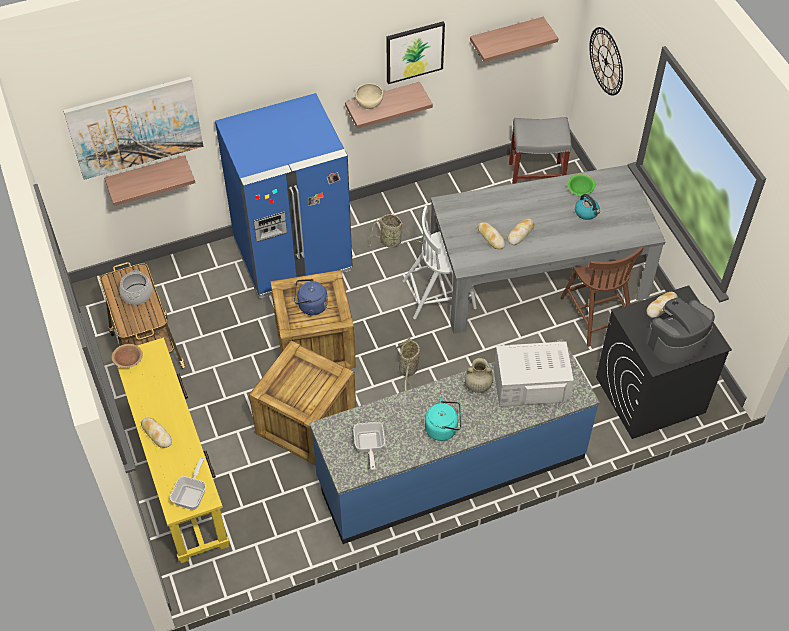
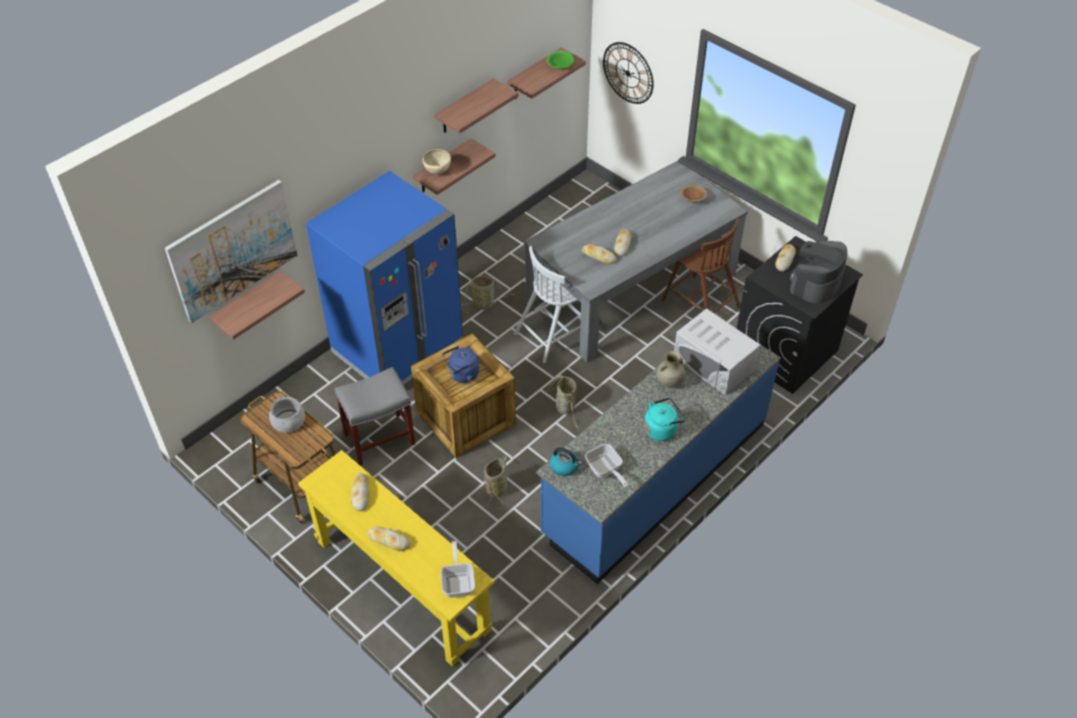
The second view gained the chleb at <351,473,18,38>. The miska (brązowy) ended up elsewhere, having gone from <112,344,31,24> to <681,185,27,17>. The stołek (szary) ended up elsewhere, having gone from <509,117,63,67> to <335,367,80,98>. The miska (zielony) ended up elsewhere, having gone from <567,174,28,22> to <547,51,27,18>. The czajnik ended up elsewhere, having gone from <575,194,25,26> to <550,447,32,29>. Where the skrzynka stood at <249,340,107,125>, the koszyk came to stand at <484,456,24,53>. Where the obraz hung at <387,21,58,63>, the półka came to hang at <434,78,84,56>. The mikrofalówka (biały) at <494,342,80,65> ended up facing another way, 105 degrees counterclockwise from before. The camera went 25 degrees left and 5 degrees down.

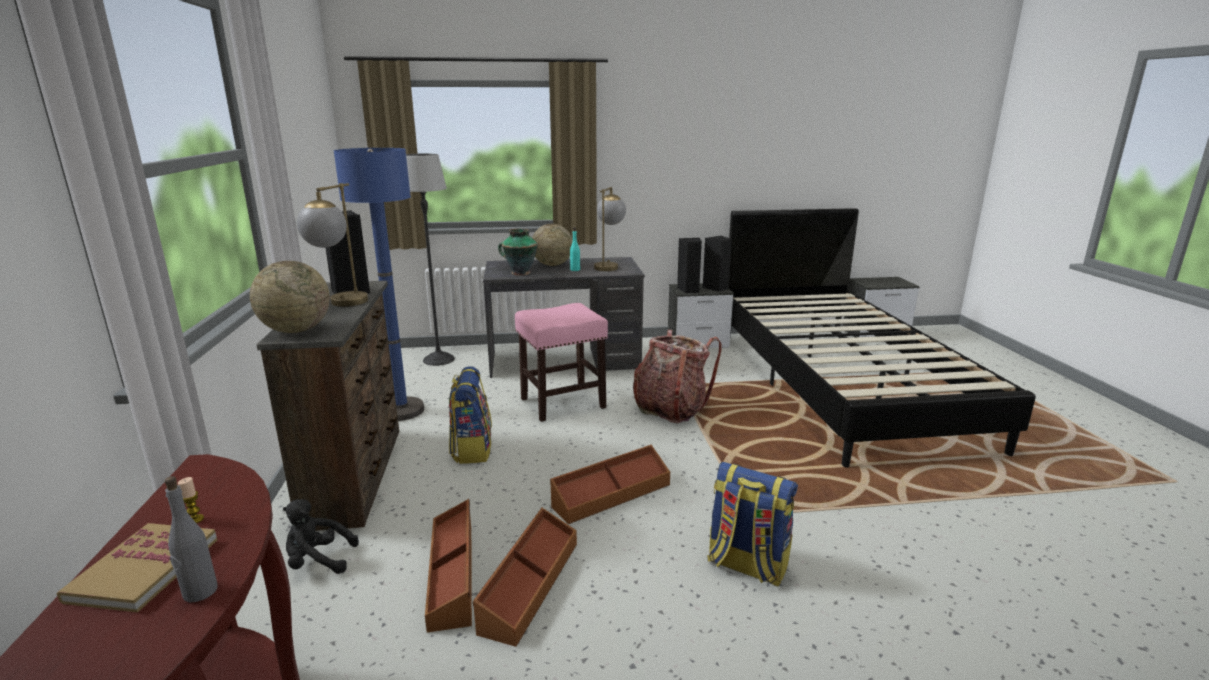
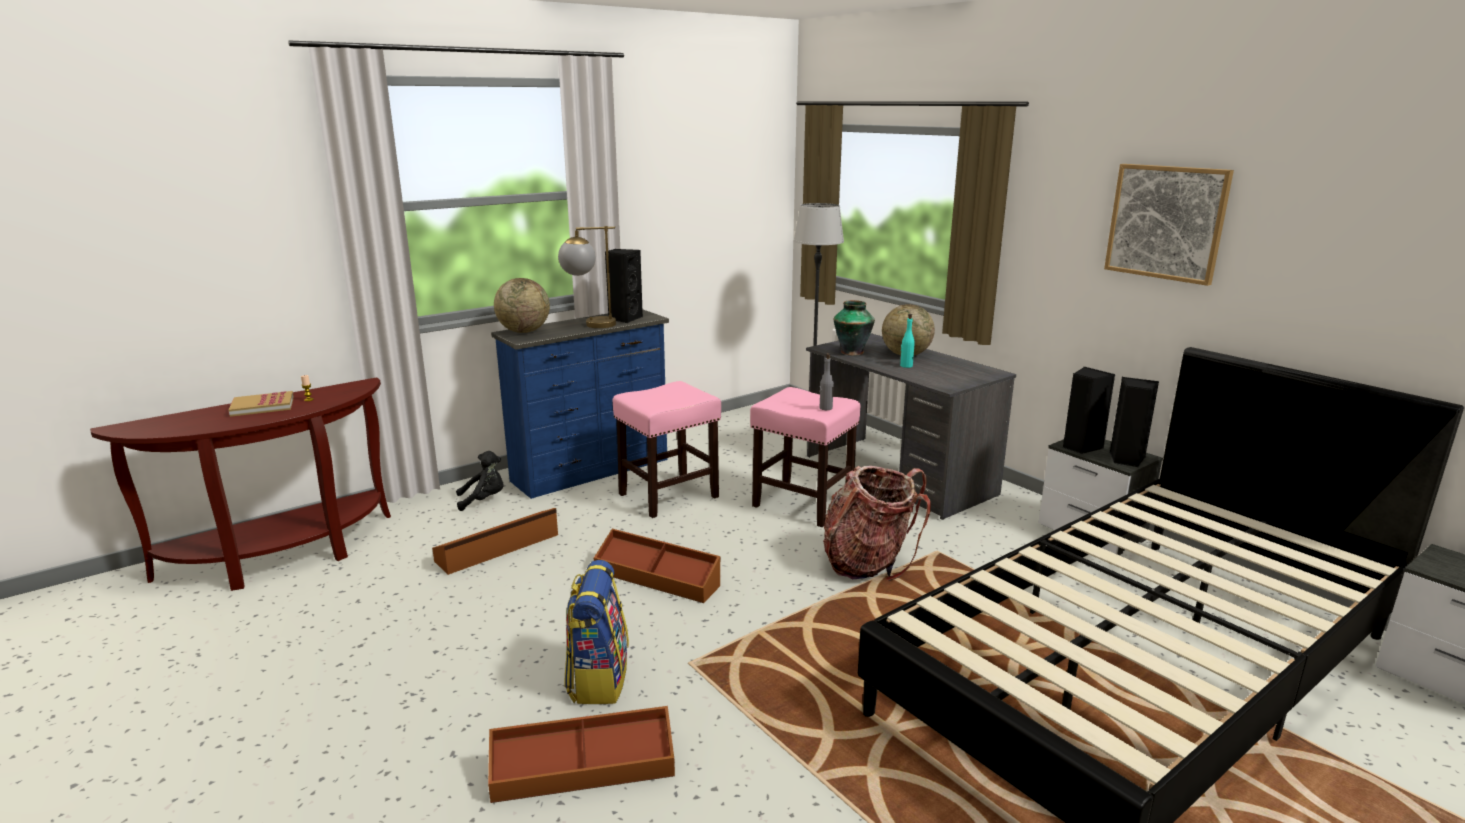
The second view lost the lampa stojąca (niebieski) at <334,148,90,273>. The second view lost the lampa stołowa at <594,187,32,84>. The second view gained the obraz at <1104,164,130,122>. The butelka (szary) ended up elsewhere, having gone from <164,476,54,127> to <820,353,14,57>. The pojemnik do przechowywania (brązowy) ended up elsewhere, having gone from <473,508,104,139> to <488,706,187,97>. Where the plecak stood at <449,366,43,98>, the stołek (różowy) came to stand at <613,381,108,137>. What was the komoda (brązowy) at <256,281,143,250> turned into the komoda (niebieski) at <491,309,178,190>. The pluszak (czarny) at <283,499,76,75> ended up facing another way, 105 degrees clockwise from before. The camera went 60 degrees right and 0 degrees up.

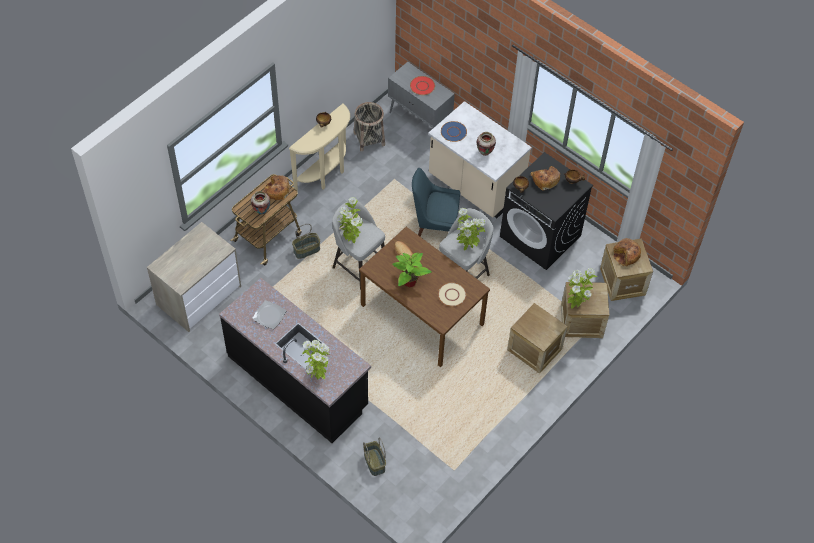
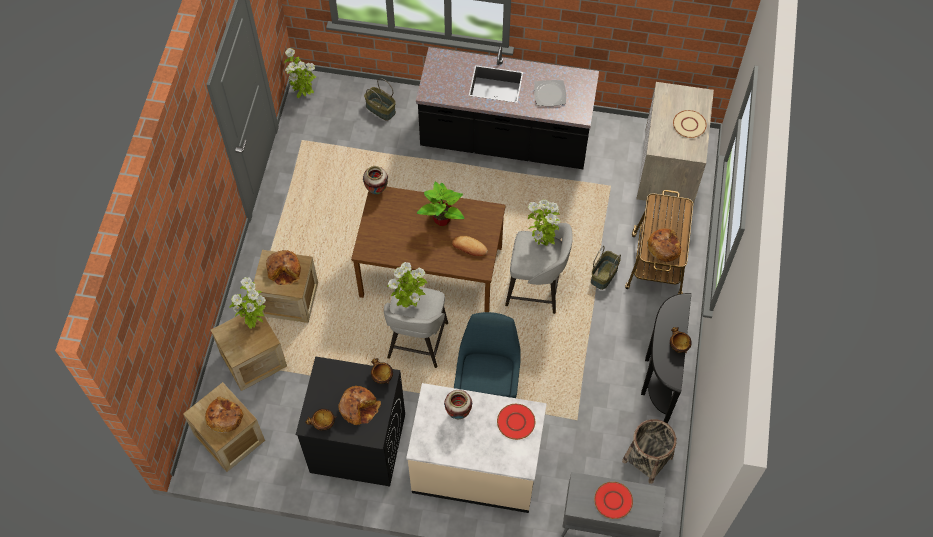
The second view gained the chleb at <266,250,35,35>. The wazon ended up elsewhere, having gone from <251,191,19,24> to <363,166,25,29>. The roślina doniczkowa ended up elsewhere, having gone from <302,340,29,39> to <284,48,32,50>. The talerz (beżowy) ended up elsewhere, having gone from <438,283,28,23> to <673,110,34,28>. What was the stolik konsolowy (beżowy) at <289,103,61,88> turned into the stolik konsolowy (czarny) at <641,293,50,131>. What was the talerz (niebieski) at <441,121,26,21> turned into the talerz (czerwony) at <497,404,38,36>. The krzesło (niebieski) at <412,168,48,68> ended up facing another way, 60 degrees counterclockwise from before. The camera went 150 degrees right and 5 degrees up.

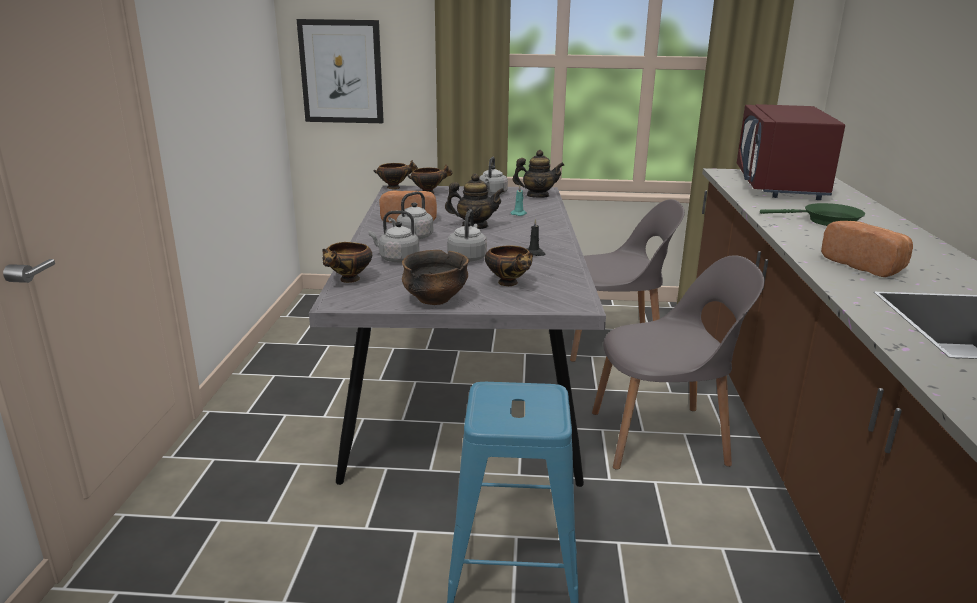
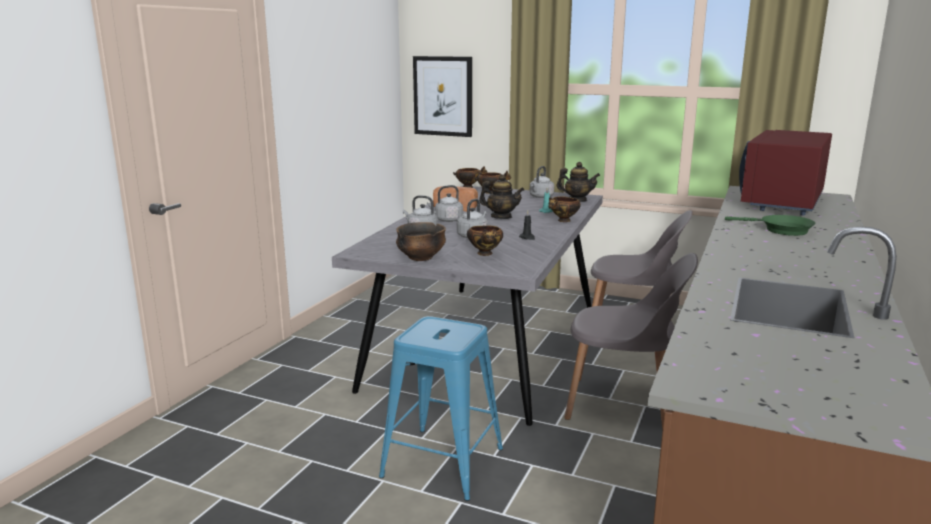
The second view lost the chleb at <821,221,92,56>. The miska ended up elsewhere, having gone from <322,242,50,41> to <548,196,33,26>. The camera went 20 degrees right and 5 degrees down.

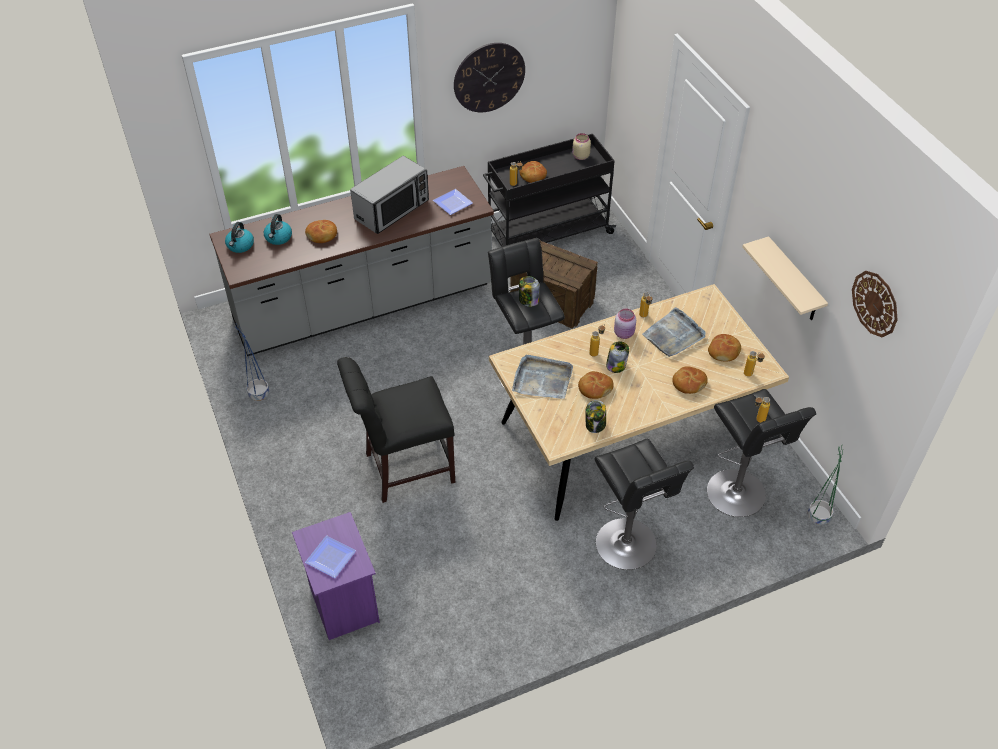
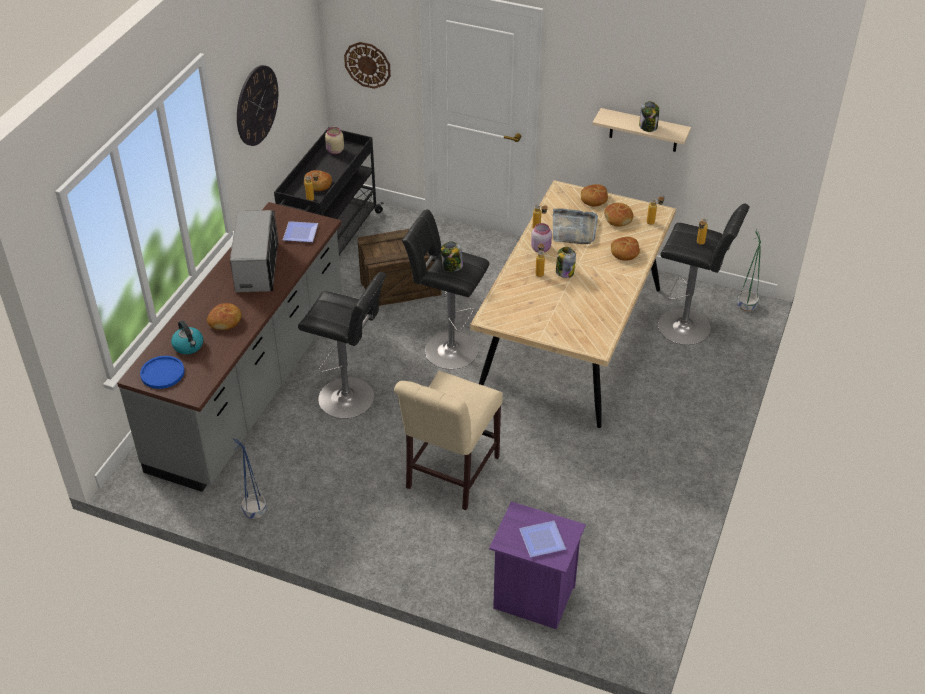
The second view lost the taca (szary) at <512,355,61,44>. The chleb ended up elsewhere, having gone from <578,371,36,28> to <581,184,27,22>. The słoik ended up elsewhere, having gone from <585,400,21,33> to <639,101,20,31>. The stołek (czarny) ended up elsewhere, having gone from <594,438,100,132> to <298,272,89,147>. The zegar ścienny ended up elsewhere, having gone from <852,271,46,66> to <344,42,47,47>. Where the czajnik stood at <225,222,29,31>, the talerz (niebieski) came to stand at <140,356,44,33>. What was the krzesło (czarny) at <337,357,118,146> turned into the krzesło (beżowy) at <394,371,109,139>. The camera went 45 degrees left and 5 degrees down.

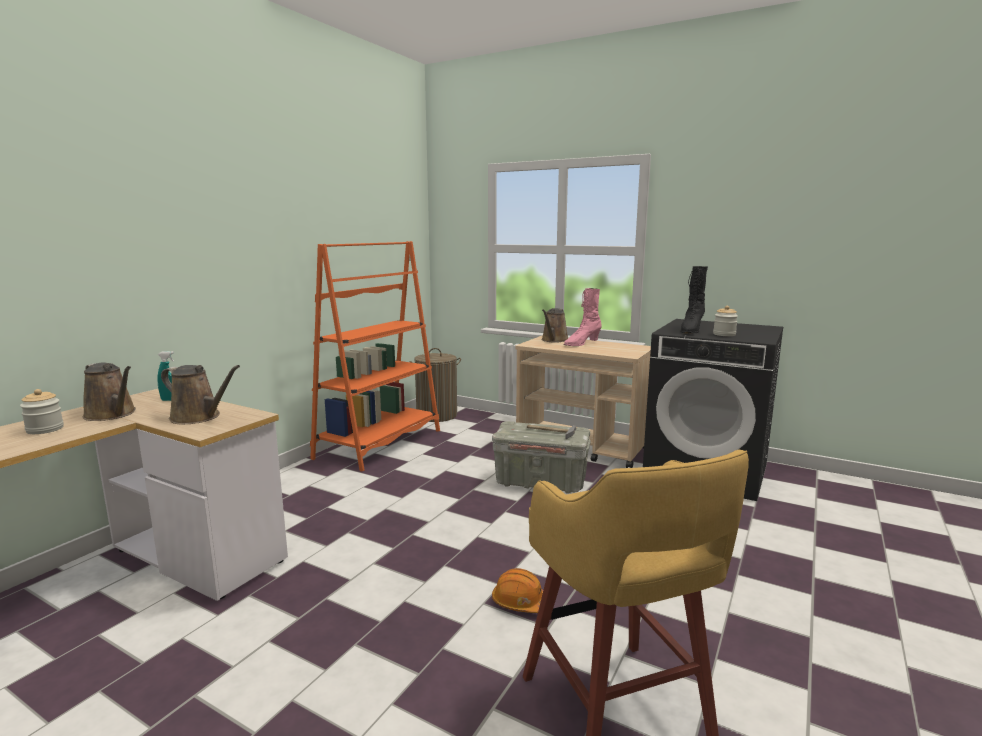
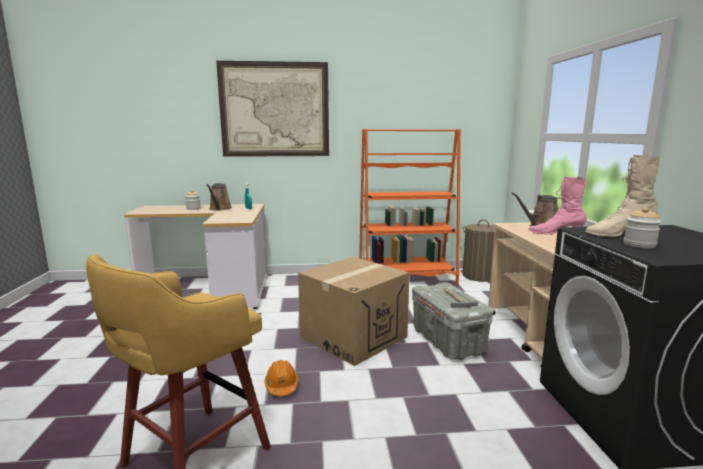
The second view lost the konewka (brązowy) at <161,365,79,59>. The second view gained the obraz at <216,61,113,96>. The second view gained the karton at <298,257,112,109>. What was the but z cholewką (czarny) at <681,266,27,68> turned into the but z cholewką (beżowy) at <585,155,75,82>. The camera went 55 degrees right and 0 degrees up.

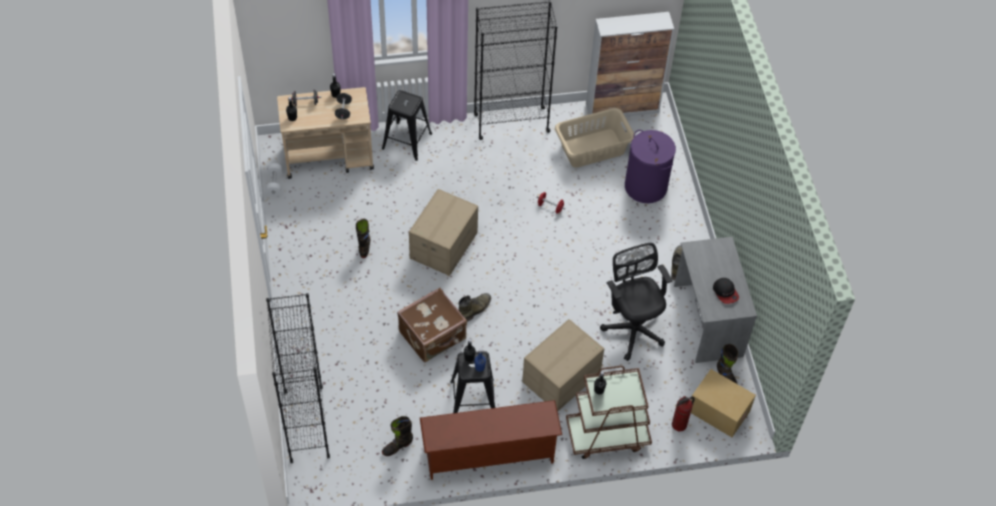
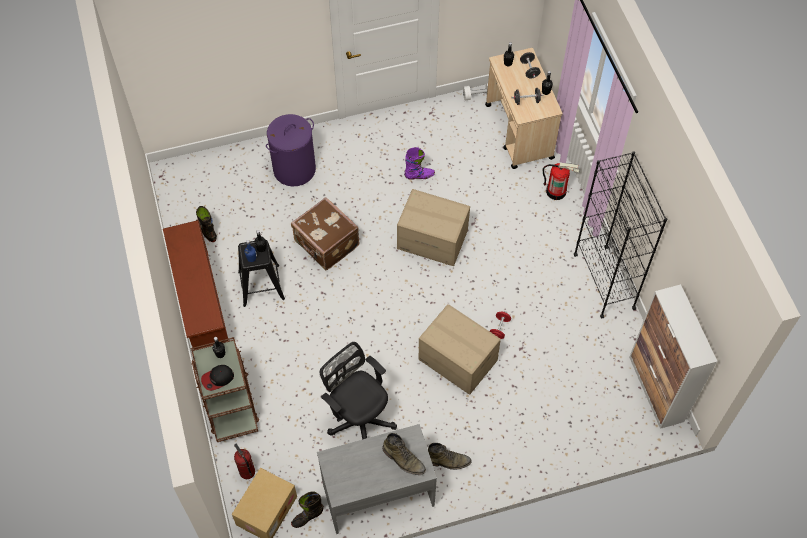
The second view lost the regał (czarny) at <266,293,64,170>. The second view lost the kosz na pranie (beżowy) at <555,108,79,60>. The but z cholewką (zielony) ended up elsewhere, having gone from <459,293,32,29> to <382,433,44,42>. The karton ended up elsewhere, having gone from <522,319,82,92> to <419,304,82,91>. The kosz na pranie (fioletowy) ended up elsewhere, having gone from <625,130,51,73> to <266,114,50,72>. The czapka z daszkiem ended up elsewhere, having gone from <713,278,26,26> to <201,365,33,26>. Where the stołek (czarny) stood at <382,90,50,71>, the gaśnica came to stand at <543,163,37,37>. What was the but z cholewką (czarny) at <356,219,15,39> turned into the but z cholewką (fioletowy) at <404,147,31,33>. The krzesło biurowe (czarny) at <600,243,72,118> ended up facing another way, 105 degrees counterclockwise from before. The camera went 85 degrees right and 5 degrees up.

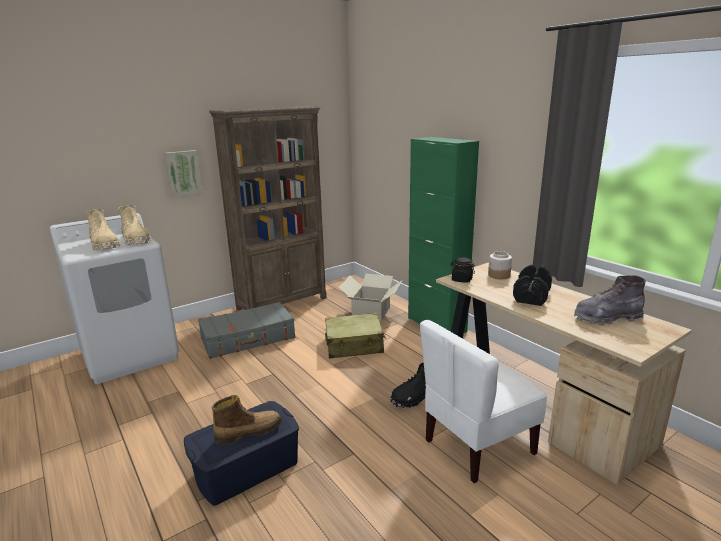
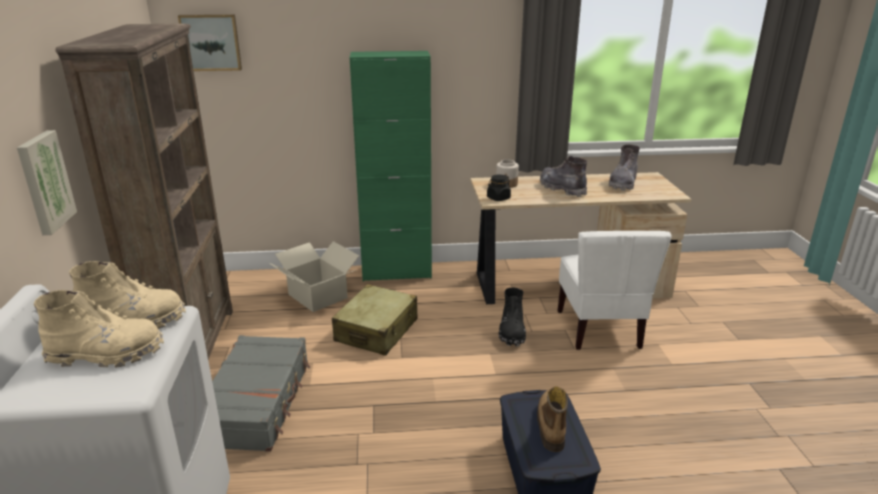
The second view gained the obraz at <178,14,64,57>. Where the hantel (czarny) stood at <513,264,39,42>, the but z cholewką (szary) came to stand at <540,156,47,41>. The camera went 60 degrees left and 5 degrees up.

